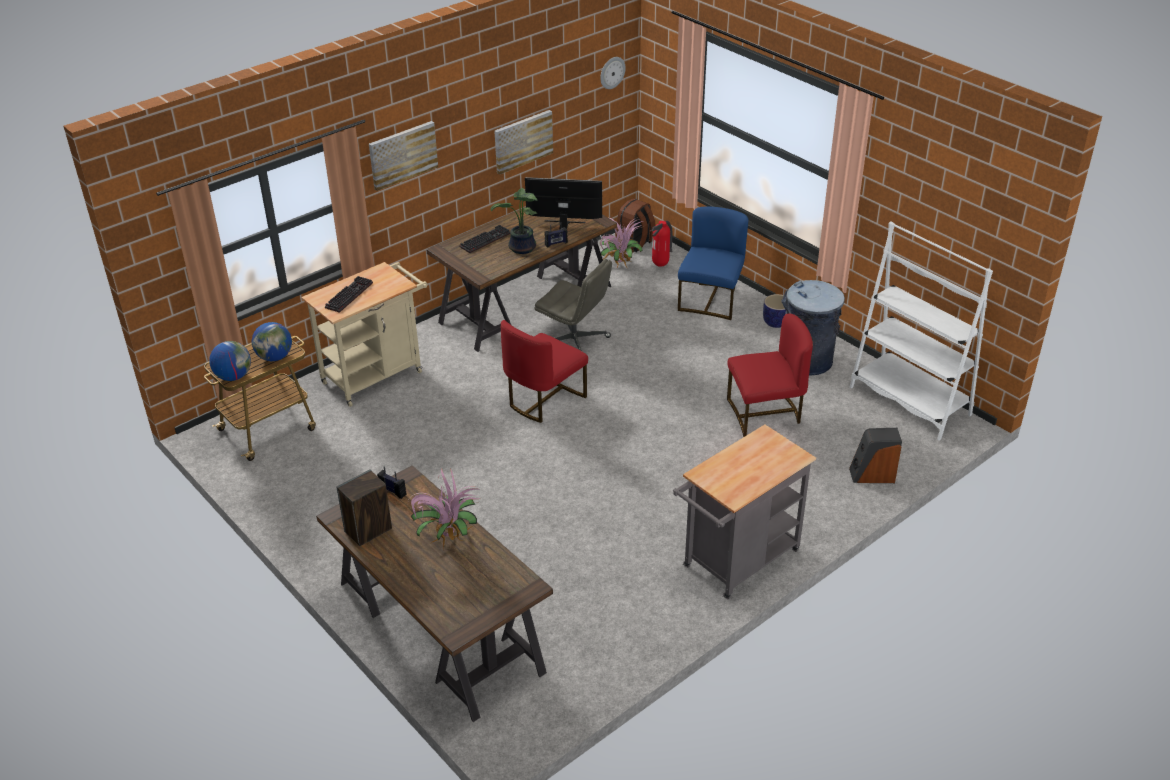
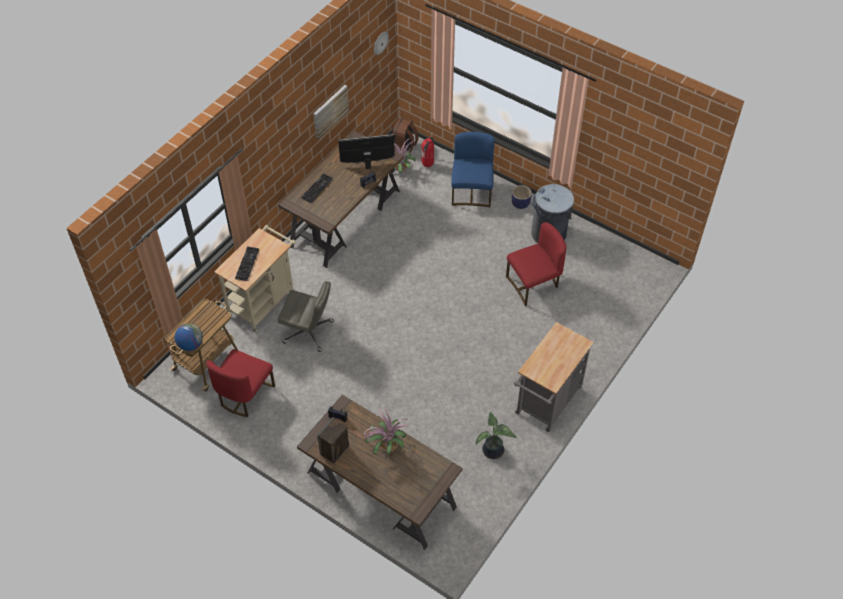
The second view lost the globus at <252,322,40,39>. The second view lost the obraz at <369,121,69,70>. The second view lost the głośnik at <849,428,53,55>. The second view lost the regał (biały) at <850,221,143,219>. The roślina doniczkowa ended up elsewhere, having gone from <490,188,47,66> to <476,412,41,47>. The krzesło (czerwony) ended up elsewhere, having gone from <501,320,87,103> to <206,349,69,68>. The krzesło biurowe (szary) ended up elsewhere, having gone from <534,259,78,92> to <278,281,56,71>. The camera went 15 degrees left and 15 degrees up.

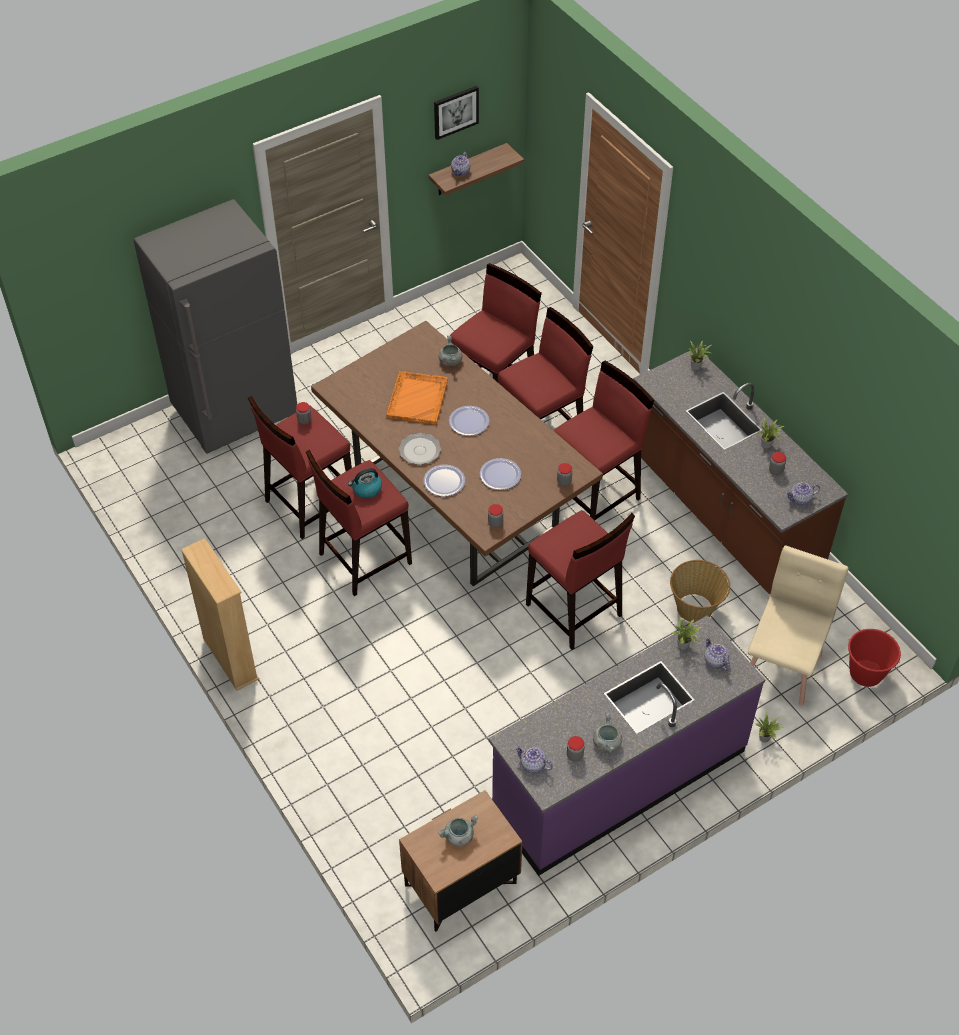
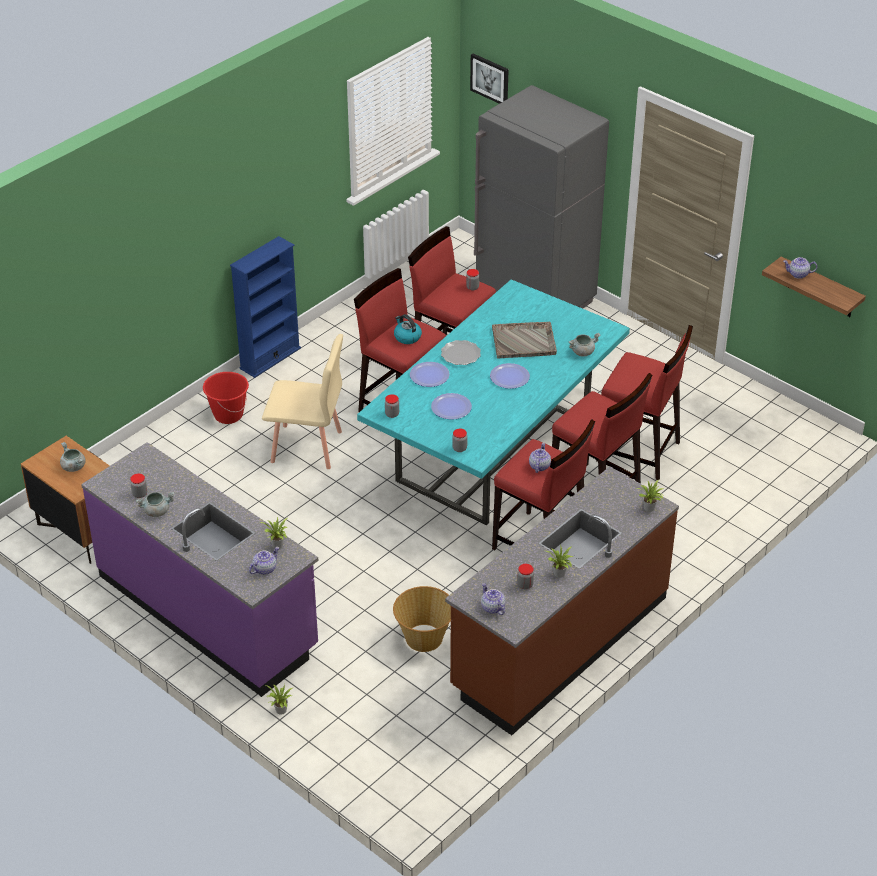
The second view lost the stołek (czerwony) at <526,510,109,140>. The obraz ended up elsewhere, having gone from <434,86,45,54> to <470,54,39,50>. The imbryk ended up elsewhere, having gone from <515,746,38,27> to <529,443,22,30>. The krzesło (beżowy) ended up elsewhere, having gone from <748,546,100,159> to <262,334,81,135>. The wiadro (czerwony) ended up elsewhere, having gone from <848,629,53,58> to <203,372,46,52>. What was the regał (beżowy) at <181,538,78,153> turned into the regał (niebieski) at <230,236,71,142>. What was the stół jadalny (brązowy) at <311,321,292,265> turned into the stół jadalny (turkusowy) at <357,279,273,246>. What was the taca (pomarańczowy) at <386,371,62,54> turned into the taca (szary) at <492,321,65,37>. The camera went 75 degrees right and 10 degrees down.

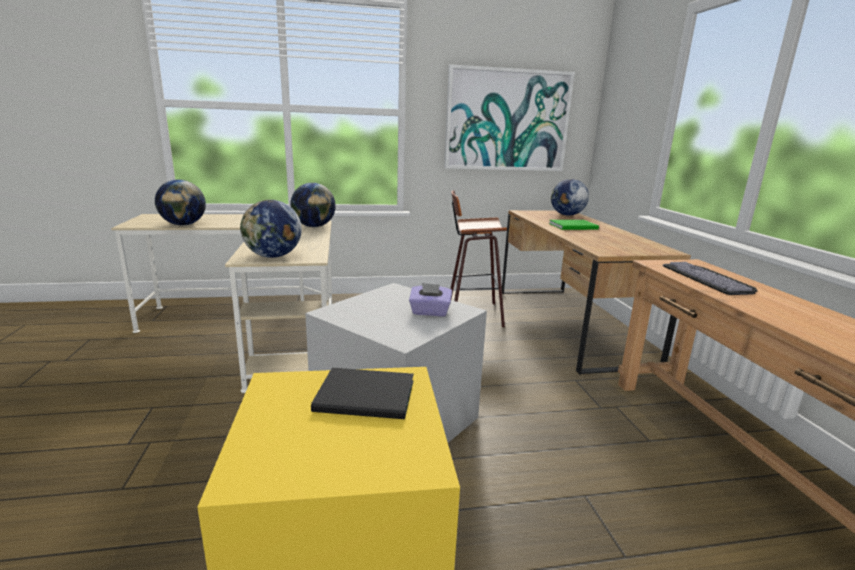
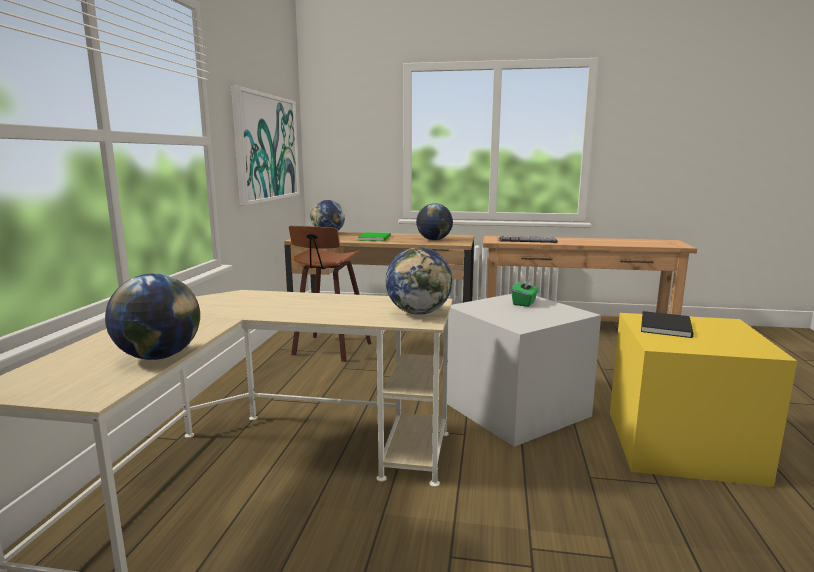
The globus ended up elsewhere, having gone from <290,183,46,44> to <416,203,37,37>. What was the pudełko chusteczek (fioletowy) at <409,283,43,33> turned into the pudełko chusteczek (zielony) at <511,277,28,30>. The camera went 70 degrees left and 5 degrees down.

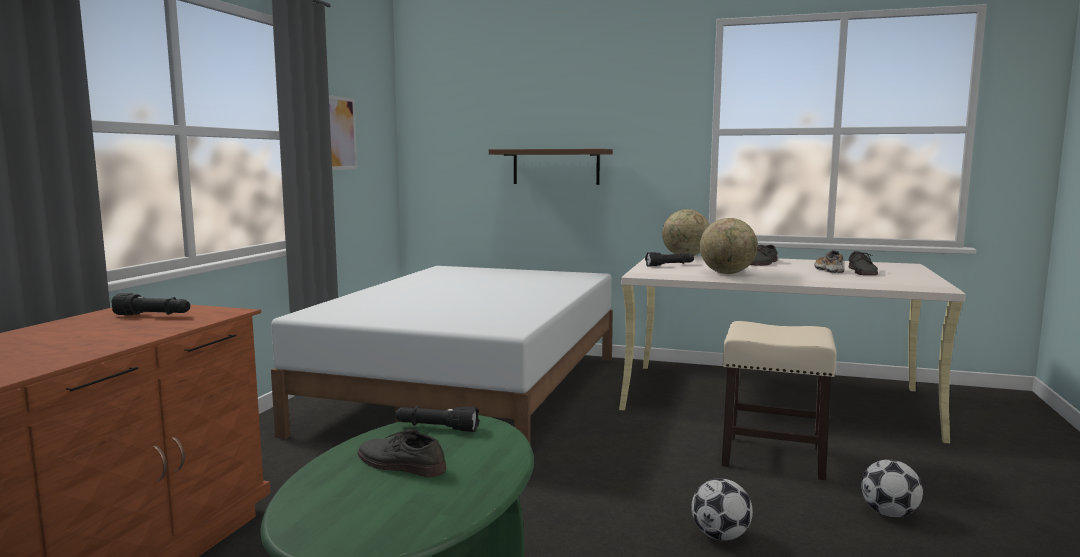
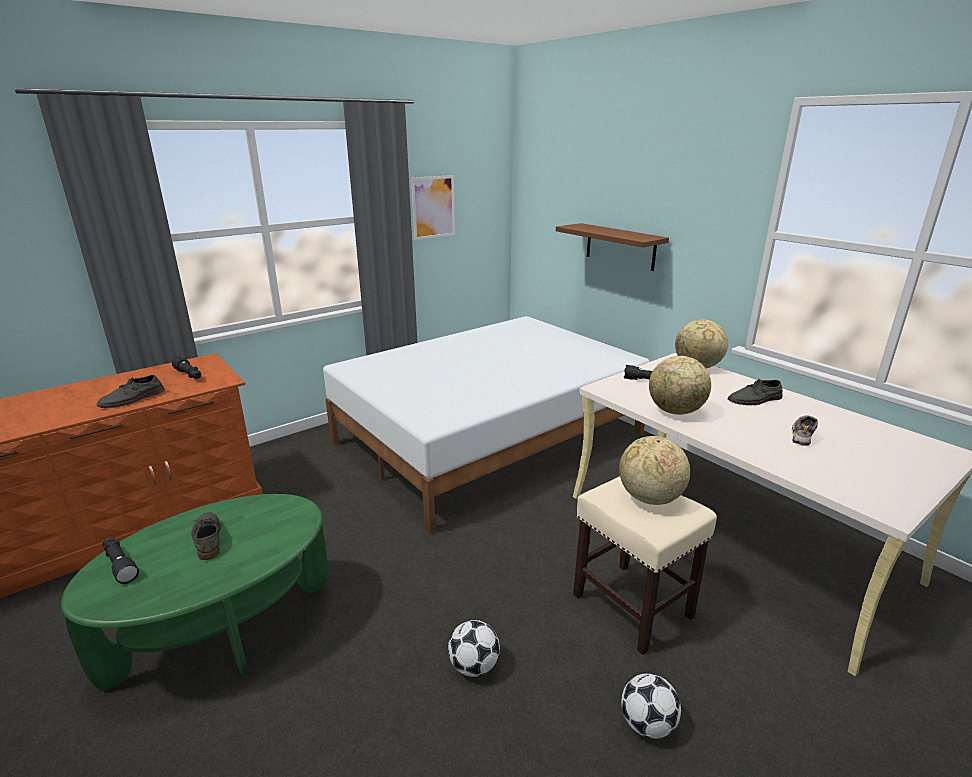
The second view gained the globus at <619,436,71,69>. The latarka (czarny) ended up elsewhere, having gone from <396,405,83,27> to <103,537,36,47>. The but (szary) ended up elsewhere, having gone from <848,251,30,24> to <97,375,68,33>. The camera went 35 degrees right and 15 degrees up.

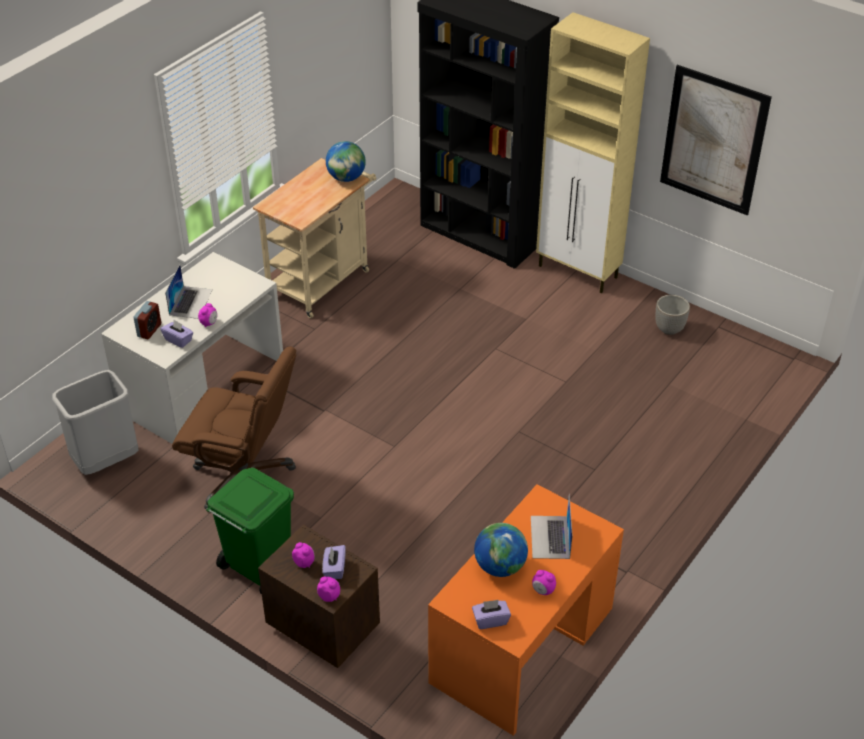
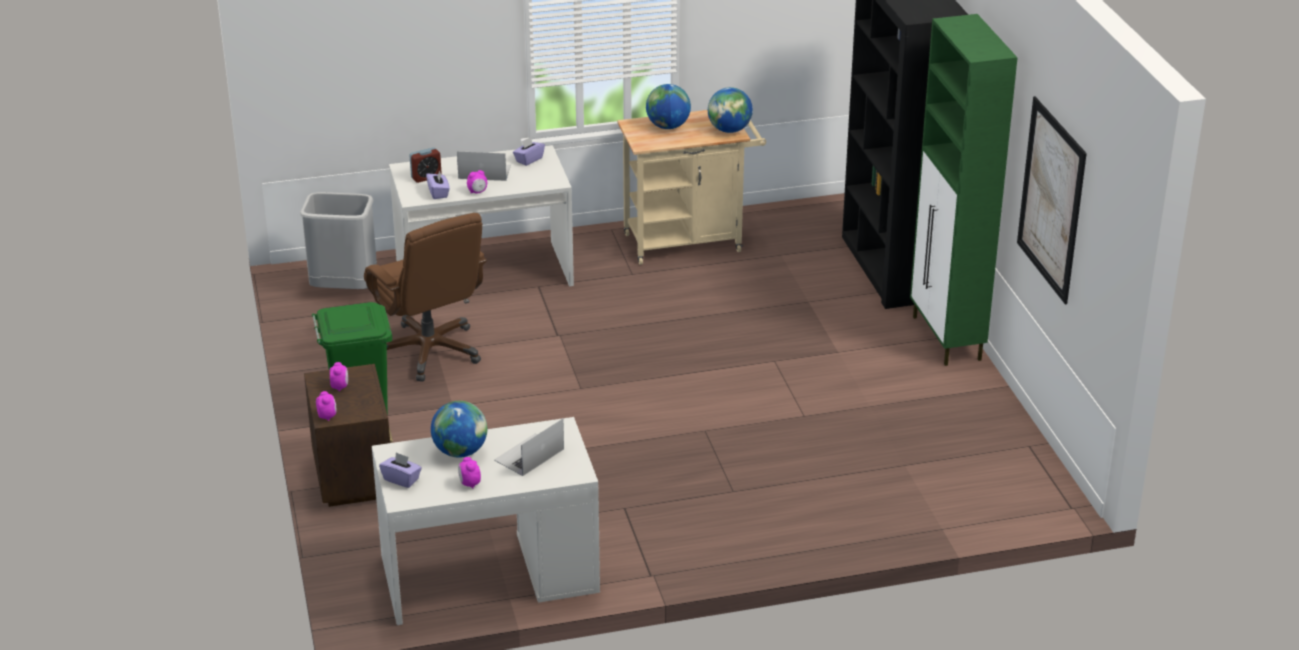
The second view lost the donica at <656,295,34,40>. The second view gained the globus at <646,84,45,45>. The pudełko chusteczek (fioletowy) ended up elsewhere, having gone from <322,545,24,34> to <513,137,32,29>. What was the biurko (pomarańczowy) at <428,484,196,252> turned into the biurko (biały) at <372,417,228,208>. What was the szafka (beżowy) at <536,12,114,281> turned into the szafka (zielony) at <910,14,108,352>. The laptop at <165,265,48,54> ended up facing another way, 135 degrees counterclockwise from before. The camera went 40 degrees right and 10 degrees down.

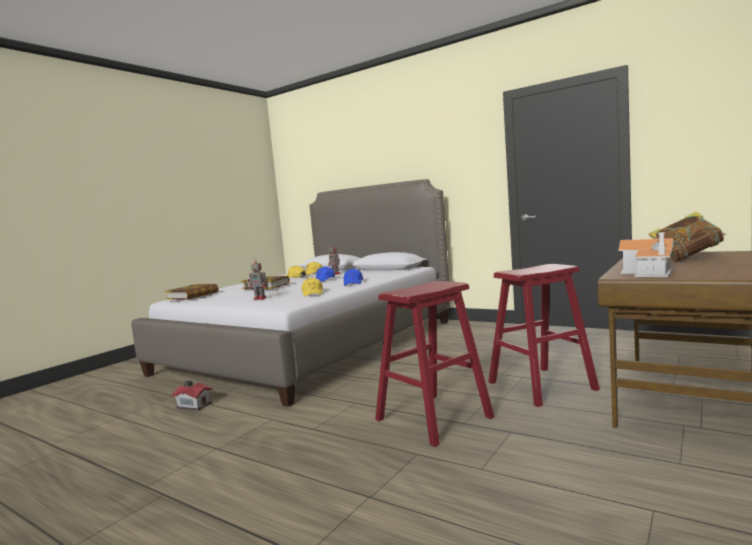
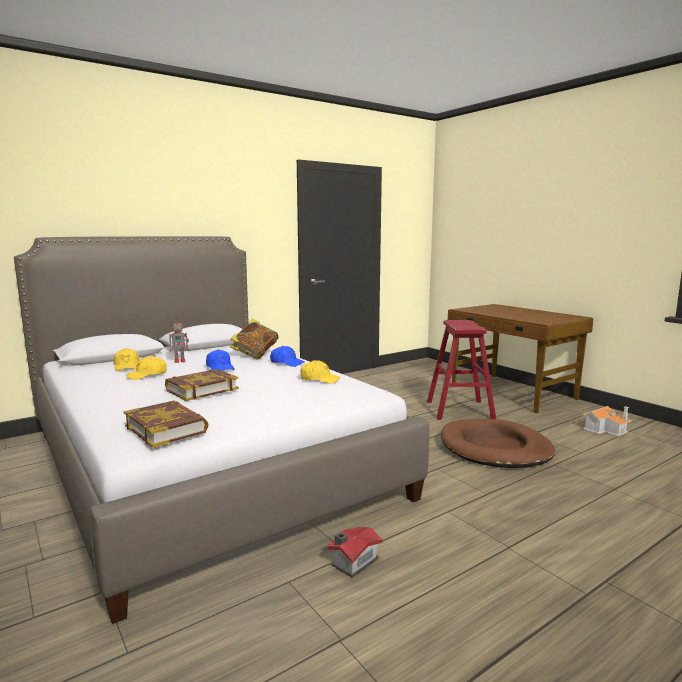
The second view lost the robot zabawkowy at <249,258,19,42>. The domek ended up elsewhere, having gone from <618,232,56,45> to <583,406,48,31>. The książka ended up elsewhere, having gone from <649,212,77,50> to <230,319,49,41>. Where the stołek (czerwony) stood at <375,281,120,166>, the legowisko (brązowy) came to stand at <441,419,114,49>. The camera went 70 degrees left and 5 degrees up.

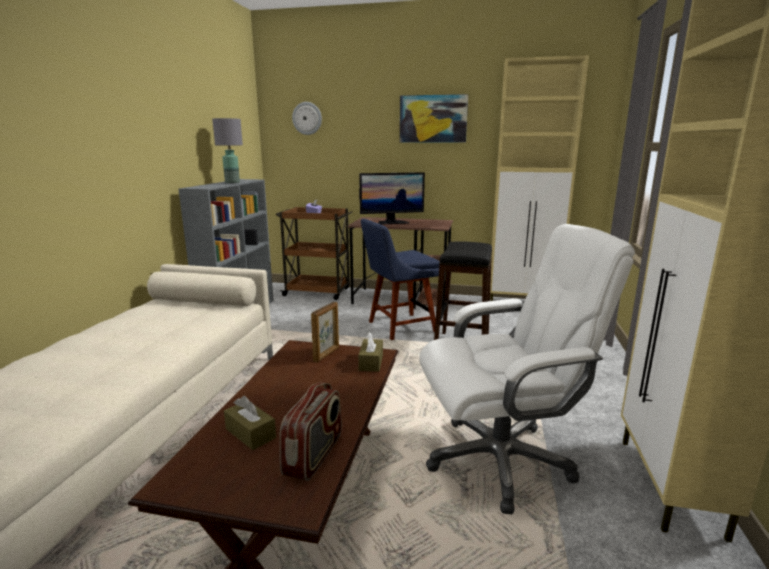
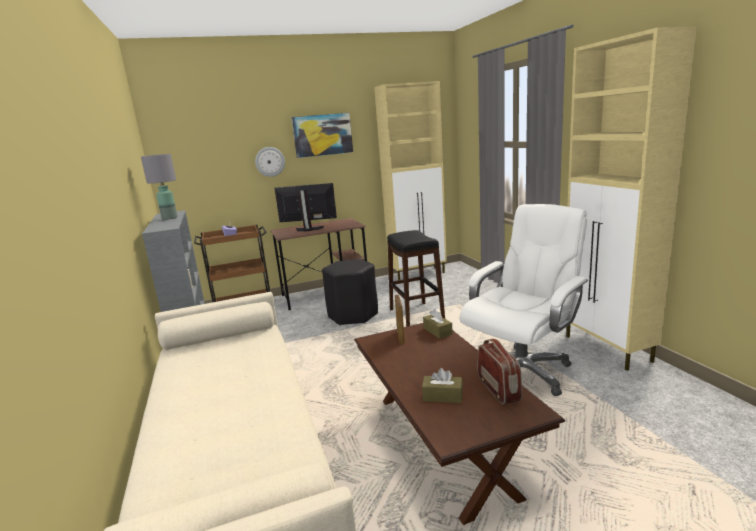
The zegar ścienny ended up elsewhere, having gone from <292,102,30,33> to <255,147,30,30>. Where the krzesło (niebieski) stood at <361,219,79,121>, the stołek (czarny) came to stand at <322,259,56,67>. The monitor at <359,172,66,53> ended up facing another way, 135 degrees counterclockwise from before. The camera went 30 degrees left and 0 degrees up.

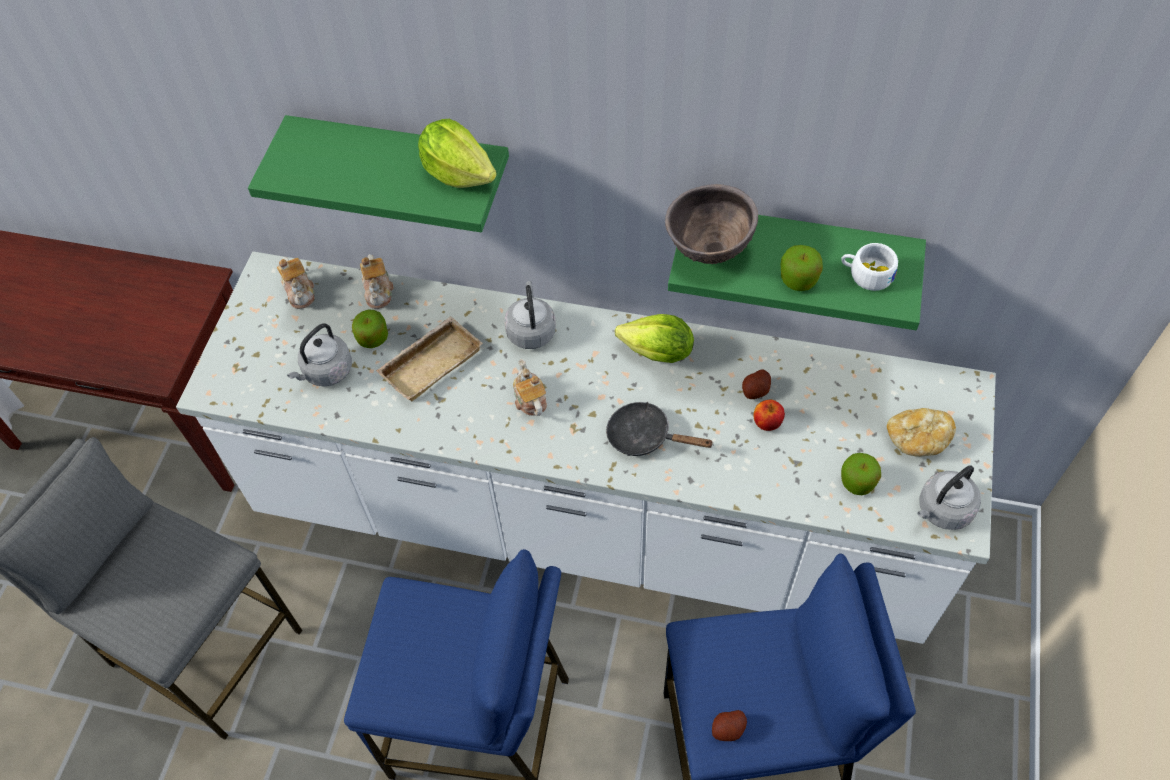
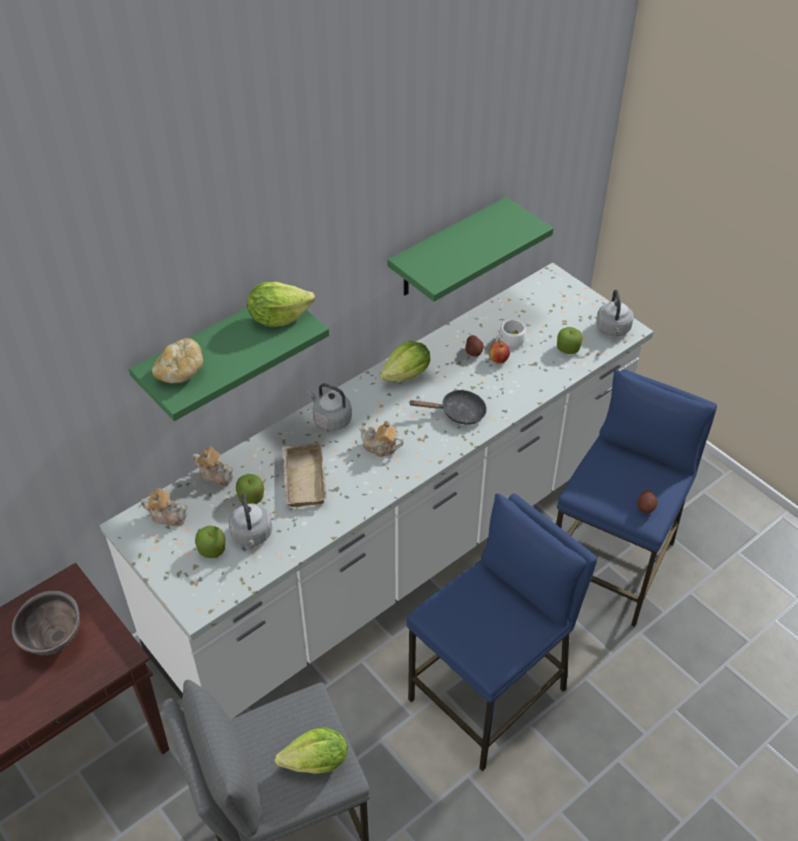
The second view gained the sałata at <274,727,74,47>. The miska (brązowy) ended up elsewhere, having gone from <665,184,93,80> to <12,591,68,65>. The jabłko ended up elsewhere, having gone from <781,245,42,46> to <195,526,30,32>. The filiżanka (biały) ended up elsewhere, having gone from <841,243,57,48> to <496,320,30,28>. The chleb ended up elsewhere, having gone from <887,408,69,49> to <152,338,51,45>. The patelnia (czarny) at <606,402,107,54> ended up facing another way, 150 degrees counterclockwise from before. The camera went 55 degrees left and 10 degrees down.

